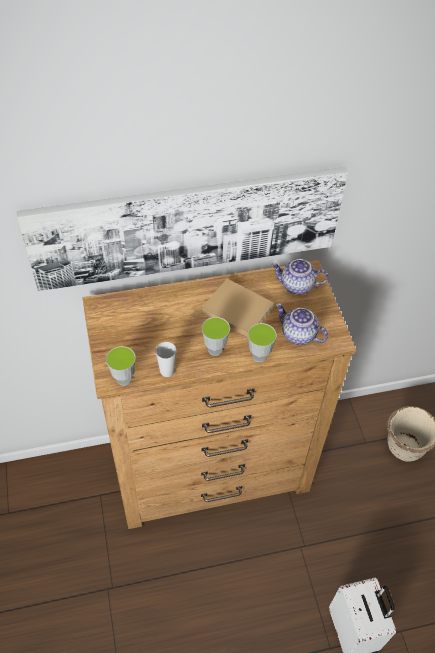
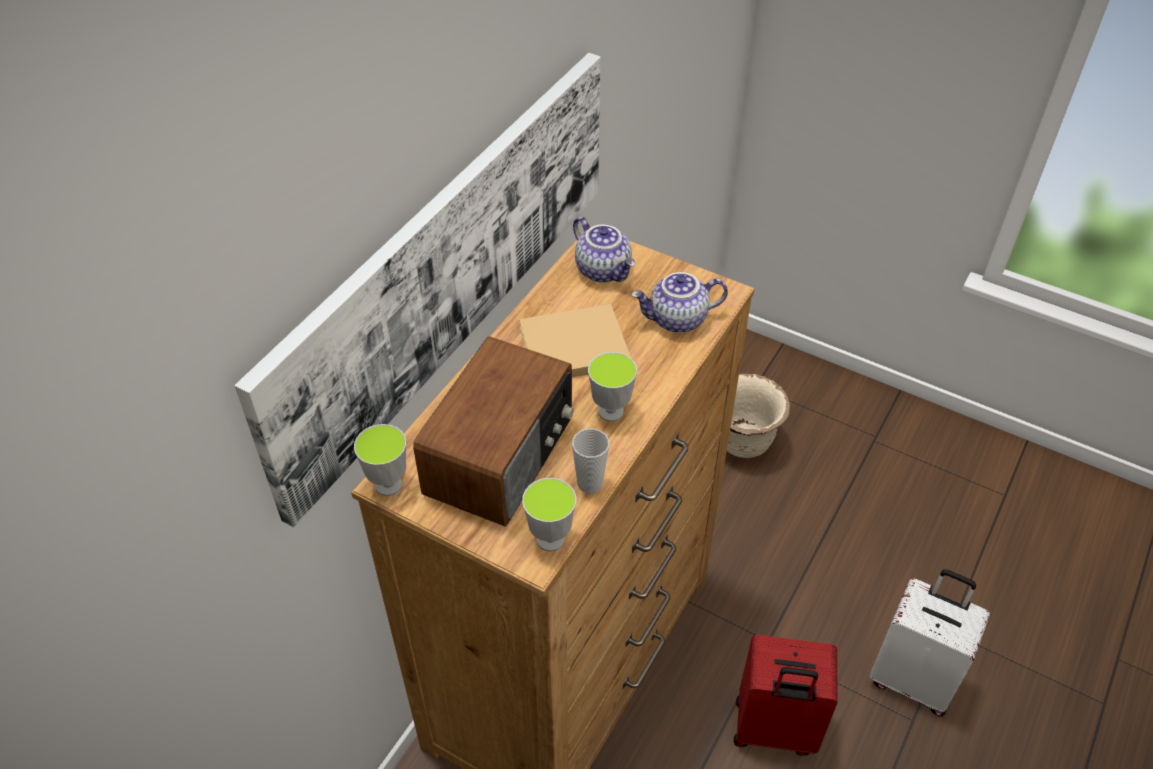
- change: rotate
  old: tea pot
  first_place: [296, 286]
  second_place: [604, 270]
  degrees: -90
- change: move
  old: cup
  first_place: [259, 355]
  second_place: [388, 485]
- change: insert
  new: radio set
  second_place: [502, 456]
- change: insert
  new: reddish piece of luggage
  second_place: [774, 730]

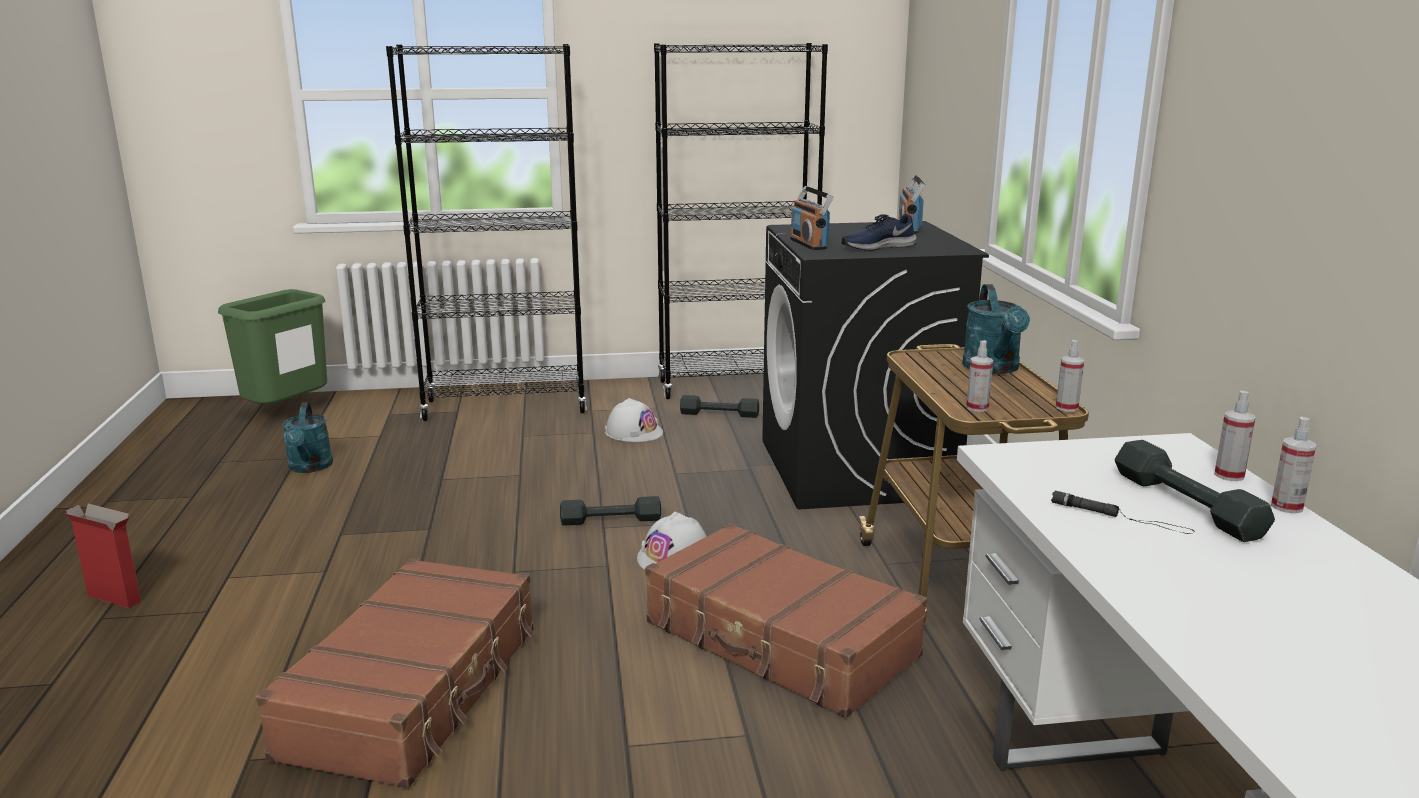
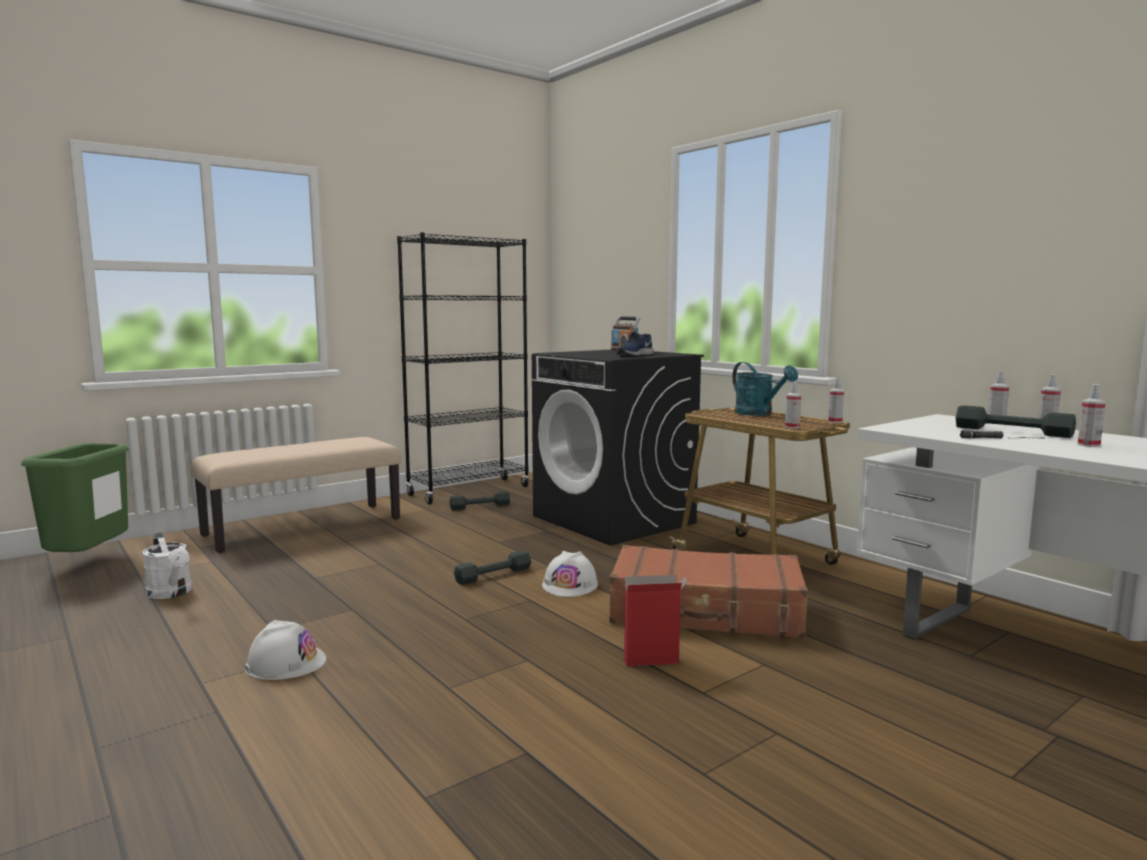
- change: replace
  old: black-coloured bookshelf
  new: beige-coloured long seat
  first_place: [506, 407]
  second_place: [304, 527]
- change: delete
  old: radio set
  first_place: [809, 244]
- change: move
  old: whitish work helmet
  first_place: [633, 432]
  second_place: [286, 663]
- change: recolor
  old: blue-green sprinkling can
  new: whitish sprinkling can
  first_place: [309, 468]
  second_place: [172, 593]
- change: move
  old: carton
  first_place: [115, 598]
  second_place: [652, 661]
- change: delete
  old: brown-coloured piece of luggage
  first_place: [415, 691]
- change: insert
  new: spray bottle
  second_place: [1088, 445]

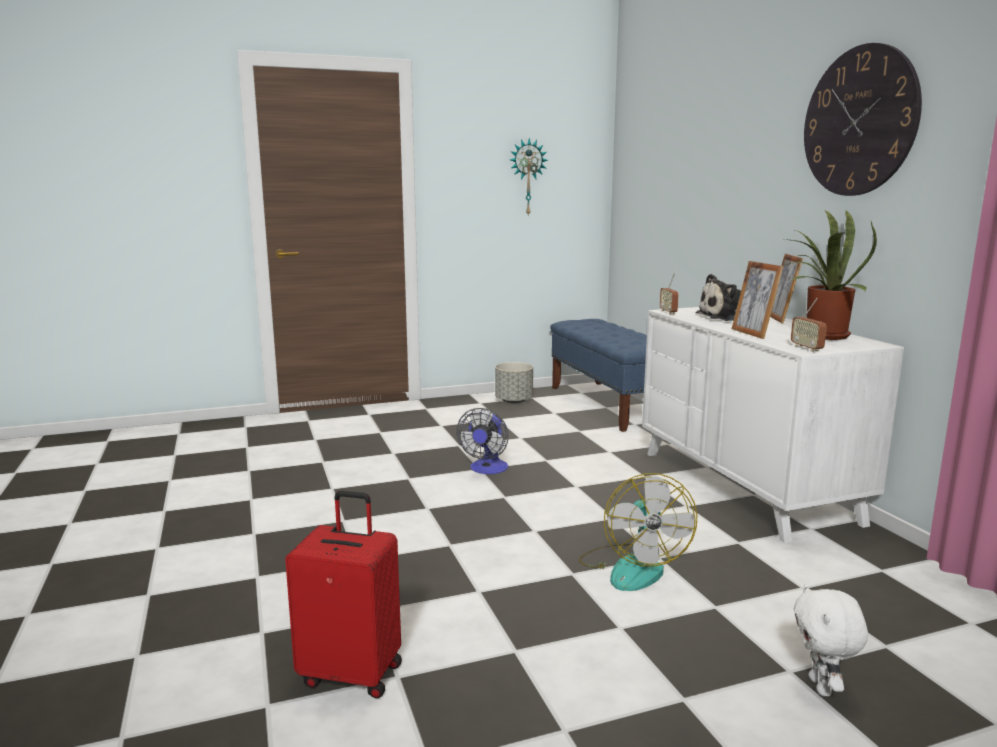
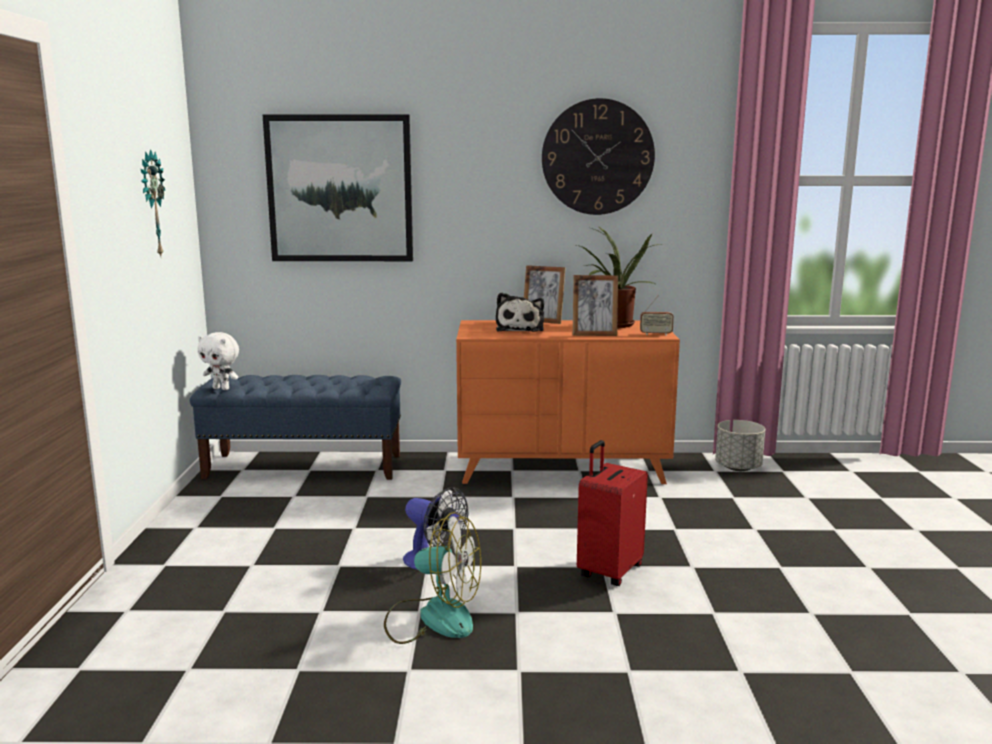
- change: delete
  old: radio set
  first_place: [668, 312]
- change: recolor
  old: whitish drawer chest
  new: orangey drawer chest
  first_place: [746, 486]
  second_place: [562, 468]
- change: move
  old: greyish plant pot
  first_place: [514, 401]
  second_place: [738, 467]
- change: move
  old: cooling fan
  first_place: [632, 567]
  second_place: [432, 618]
- change: move
  old: reddish piece of luggage
  first_place: [352, 673]
  second_place: [608, 571]
- change: move
  old: whitish soft toy
  first_place: [822, 687]
  second_place: [222, 388]
- change: insert
  new: picture
  second_place: [340, 189]

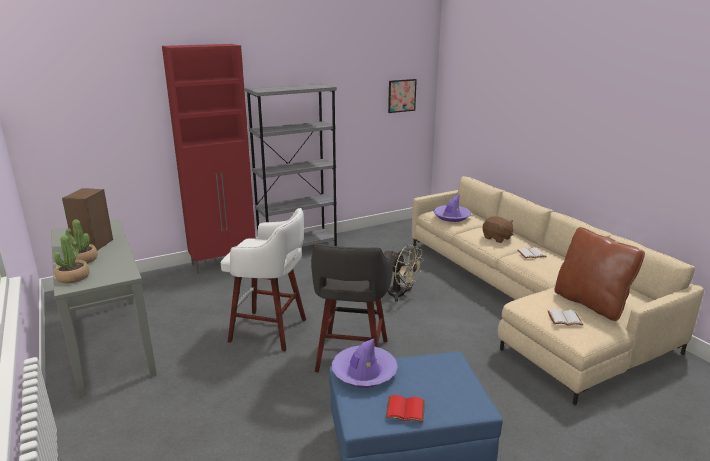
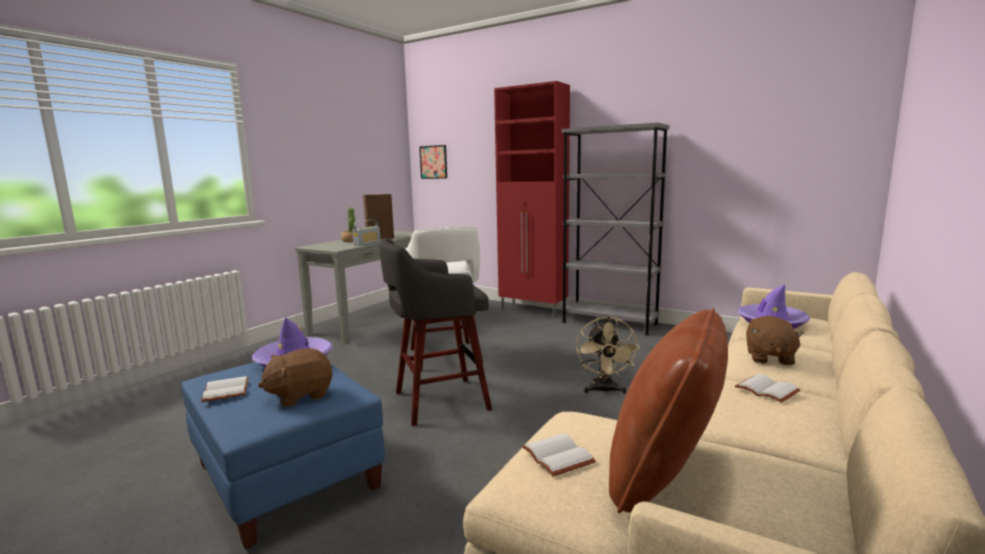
- change: move
  old: picture
  first_place: [402, 95]
  second_place: [433, 162]
- change: delete
  old: plant in a pot
  first_place: [73, 277]
- change: recolor
  old: reddish volume
  new: whitish volume
  first_place: [406, 409]
  second_place: [227, 391]
- change: insert
  new: radio set
  second_place: [367, 243]
- change: insert
  new: brown-coloured soft toy
  second_place: [300, 395]

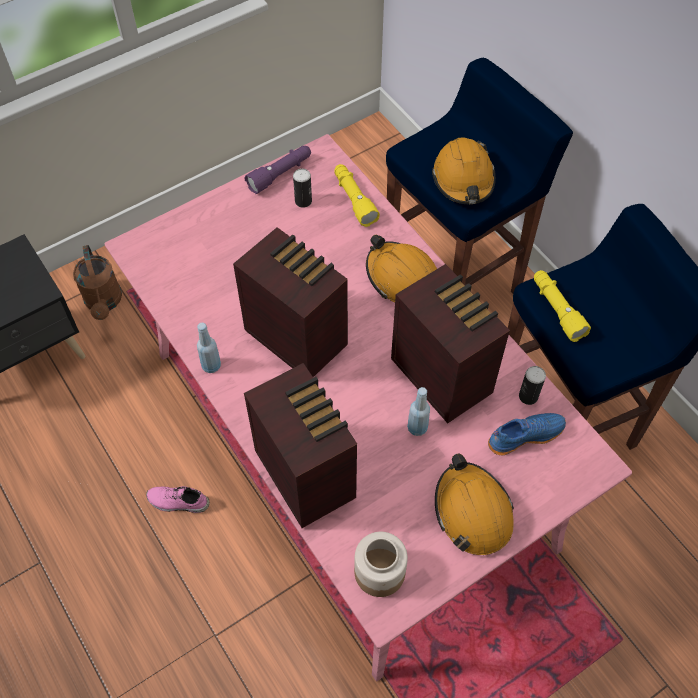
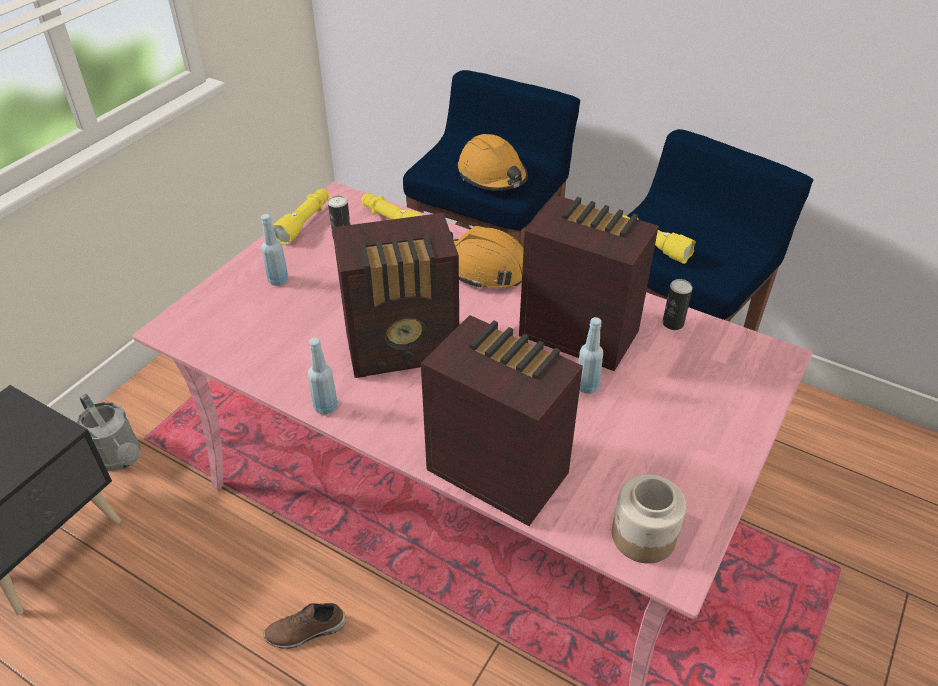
- change: recolor
  old: purple flashlight
  new: yellow-coloured flashlight
  first_place: [280, 174]
  second_place: [304, 223]
- change: rotate
  old: radio set
  first_place: [295, 335]
  second_place: [405, 349]
  degrees: 150
- change: recolor
  old: brown-coloured sprinkling can
  new: greyish sprinkling can
  first_place: [104, 302]
  second_place: [121, 458]
- change: delete
  old: blue item of footwear
  first_place: [524, 435]
- change: delete
  old: orangey work helmet
  first_place: [472, 512]
- change: recolor
  old: pink-coloured item of footwear
  new: brown-coloured item of footwear
  first_place: [178, 502]
  second_place: [306, 631]
- change: insert
  new: blue bottle
  second_place: [278, 280]

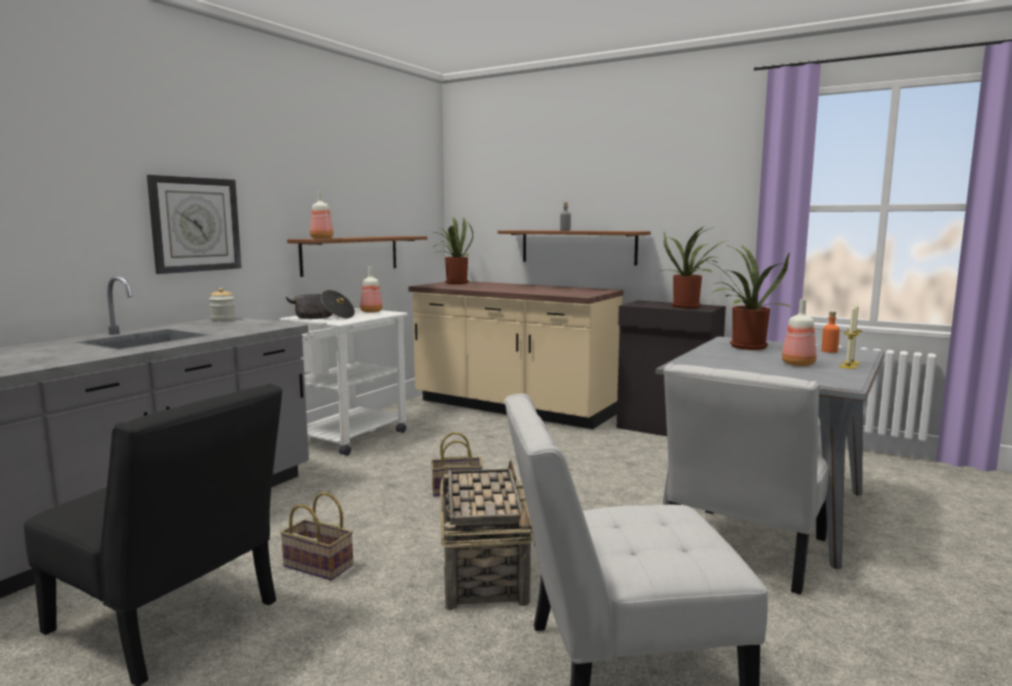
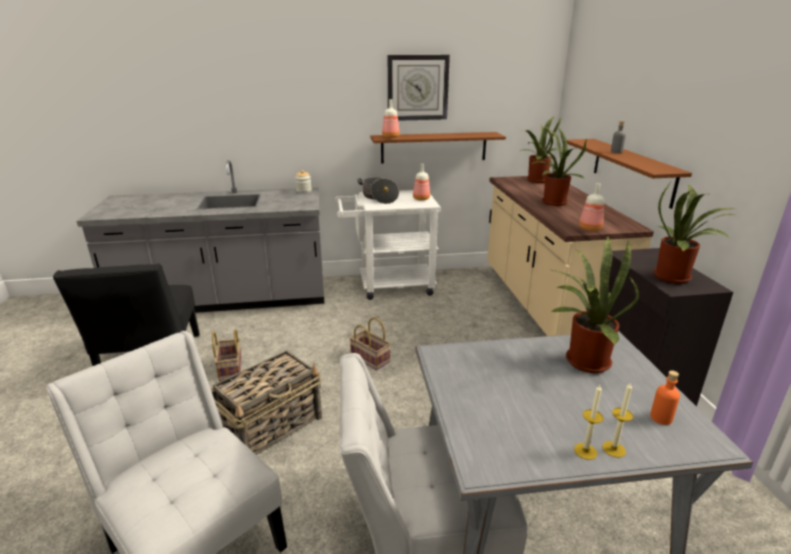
- change: move
  old: hanging clock
  first_place: [195, 224]
  second_place: [417, 88]
- change: move
  old: bottle
  first_place: [799, 364]
  second_place: [591, 229]
- change: insert
  new: plant in a pot
  second_place: [551, 203]

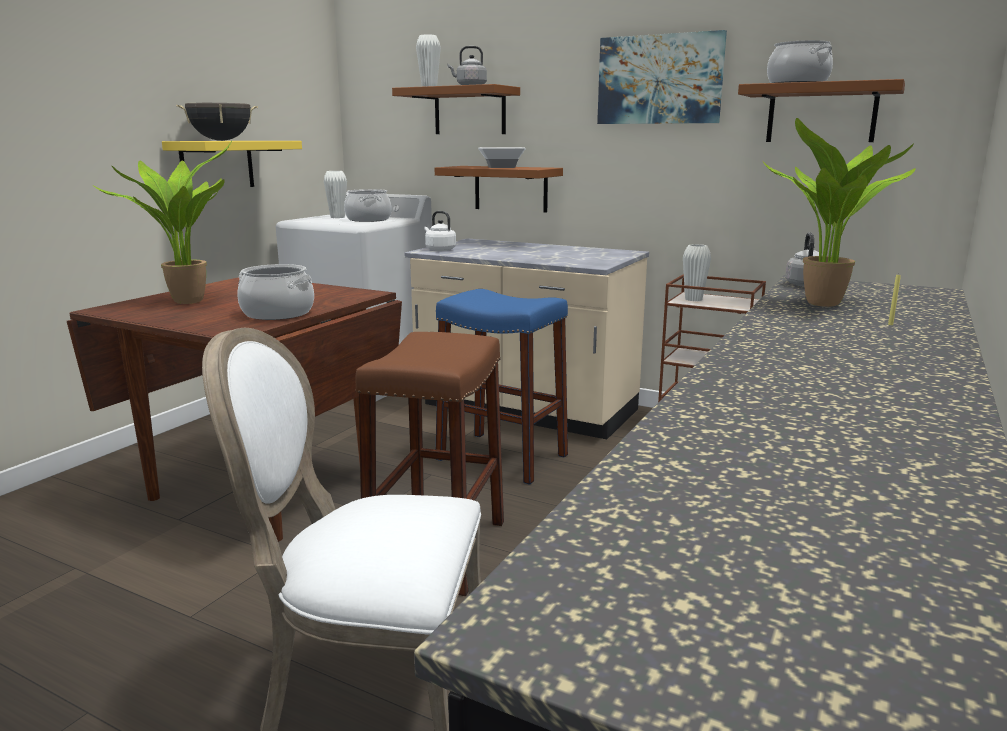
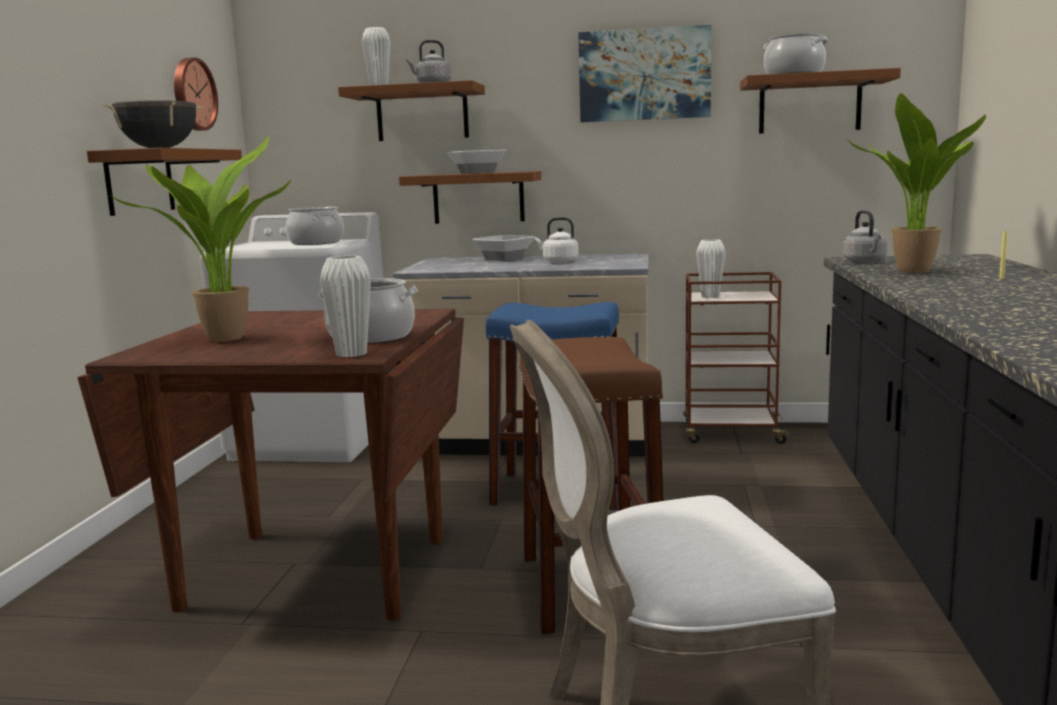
- change: recolor
  old: yellow-coloured shelf
  new: brown-coloured shelf
  first_place: [217, 165]
  second_place: [140, 182]
- change: move
  old: whitish decorative vase
  first_place: [337, 217]
  second_place: [351, 354]
- change: move
  old: whitish water kettle
  first_place: [439, 249]
  second_place: [558, 261]
- change: insert
  new: hanging clock
  second_place: [192, 94]
- change: insert
  new: serving bowl
  second_place: [504, 259]

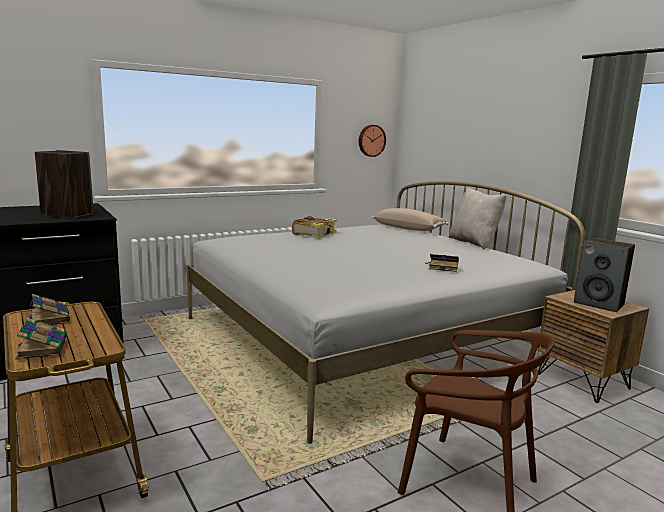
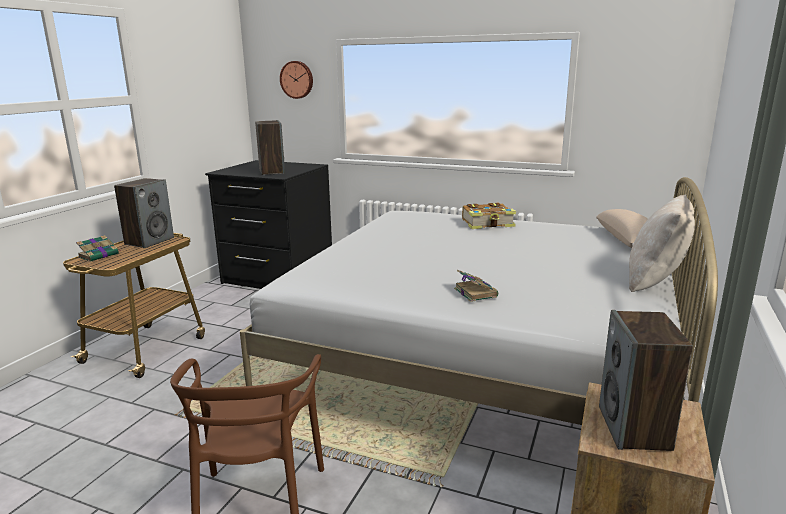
- change: move
  old: hanging clock
  first_place: [371, 140]
  second_place: [297, 79]
- change: replace
  old: volume
  new: audio speaker
  first_place: [49, 318]
  second_place: [149, 241]

